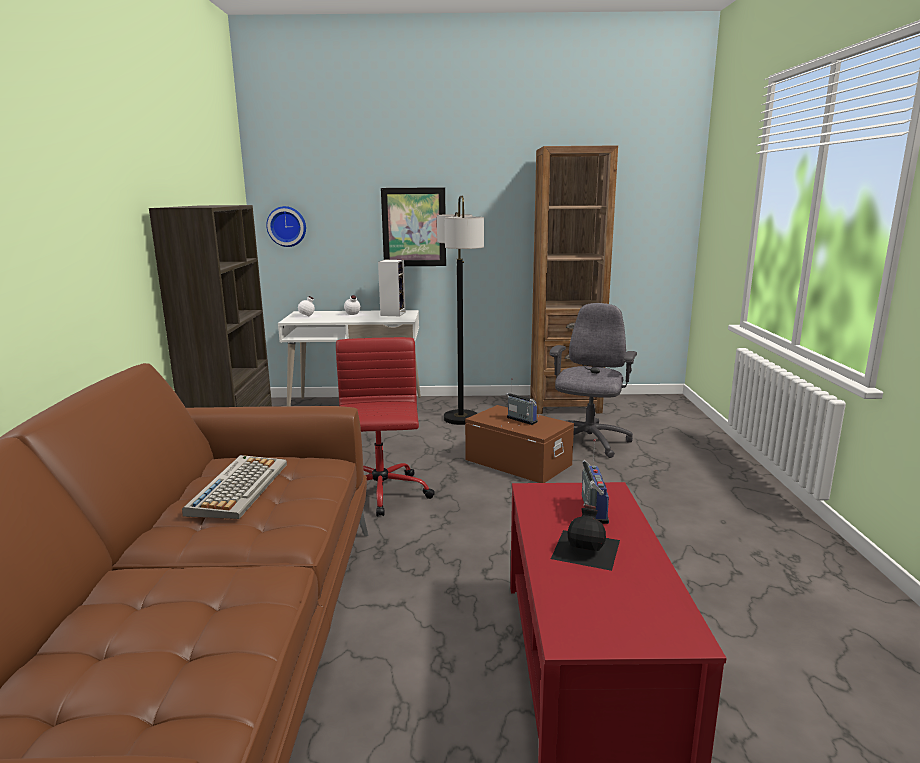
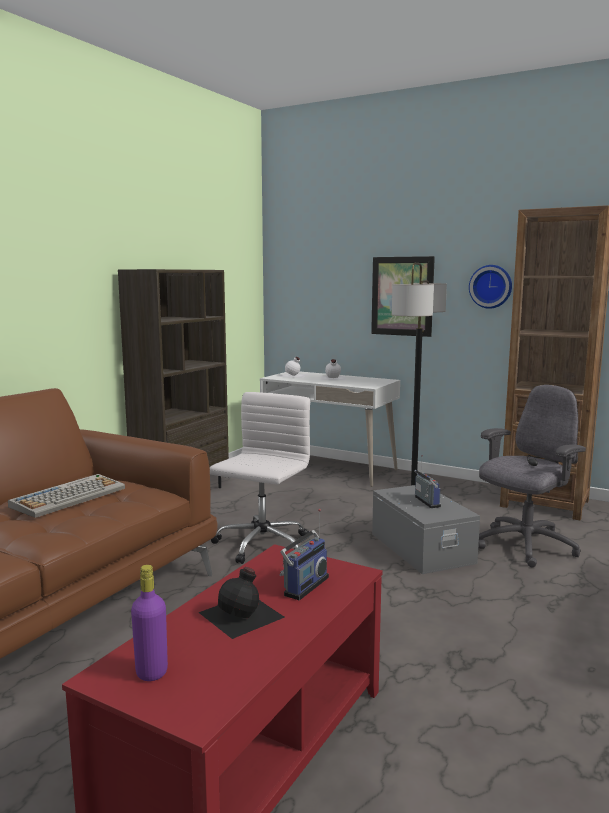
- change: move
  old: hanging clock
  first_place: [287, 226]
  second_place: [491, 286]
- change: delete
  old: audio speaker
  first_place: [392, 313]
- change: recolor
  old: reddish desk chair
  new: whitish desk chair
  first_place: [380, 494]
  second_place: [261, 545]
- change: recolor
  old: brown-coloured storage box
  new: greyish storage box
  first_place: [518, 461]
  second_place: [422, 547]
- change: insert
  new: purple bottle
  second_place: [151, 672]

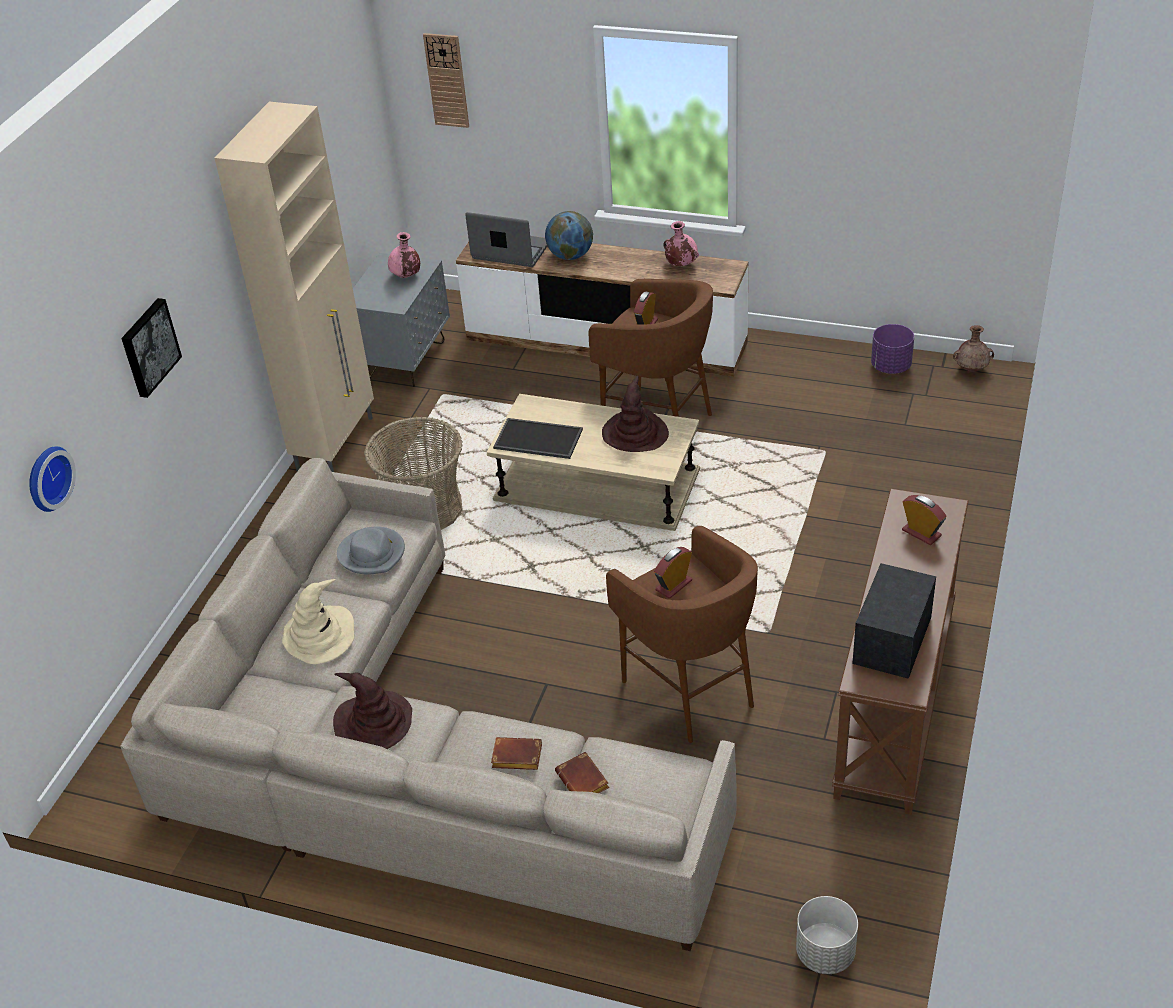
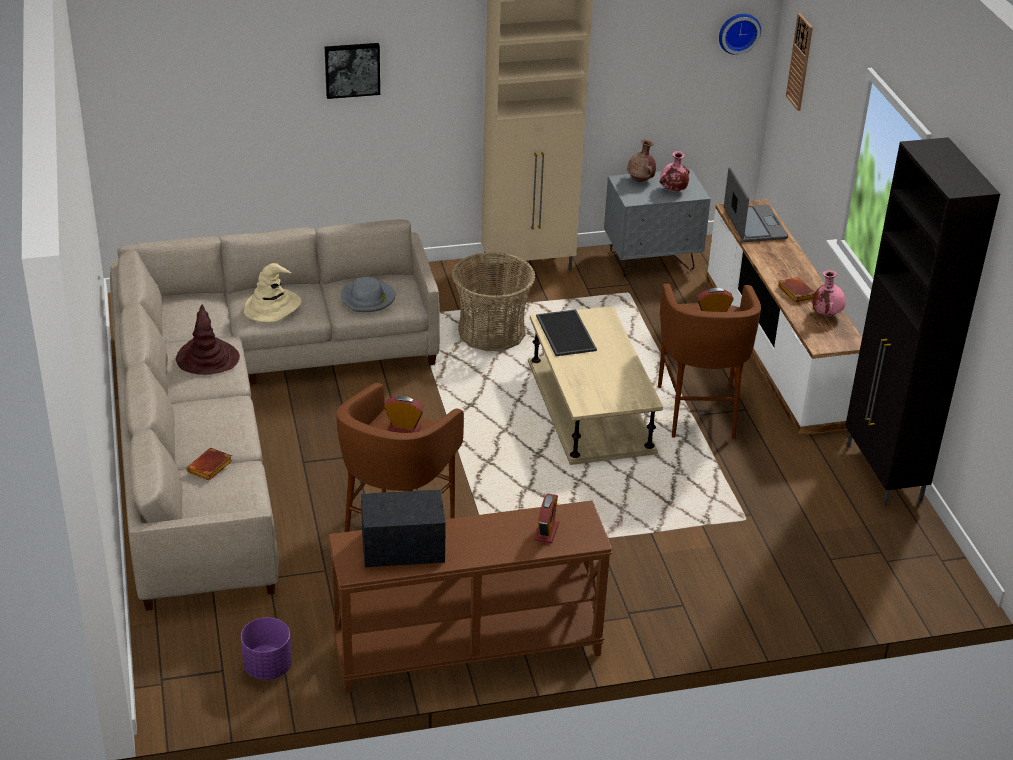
- change: delete
  old: globe
  first_place: [570, 256]
- change: move
  old: purple plant pot
  first_place: [891, 367]
  second_place: [267, 667]
- change: move
  old: brown-coloured decorative vase
  first_place: [972, 369]
  second_place: [640, 180]
- change: delete
  old: brown-coloured wearable hat
  first_place: [635, 433]
- change: move
  old: hanging clock
  first_place: [46, 478]
  second_place: [738, 32]
- change: move
  old: brown-coloured volume
  first_place: [515, 758]
  second_place: [795, 292]
- change: delete
  old: greyish plant pot
  first_place: [825, 953]
- change: insert
  new: black-coloured storage cabinet
  second_place: [883, 474]

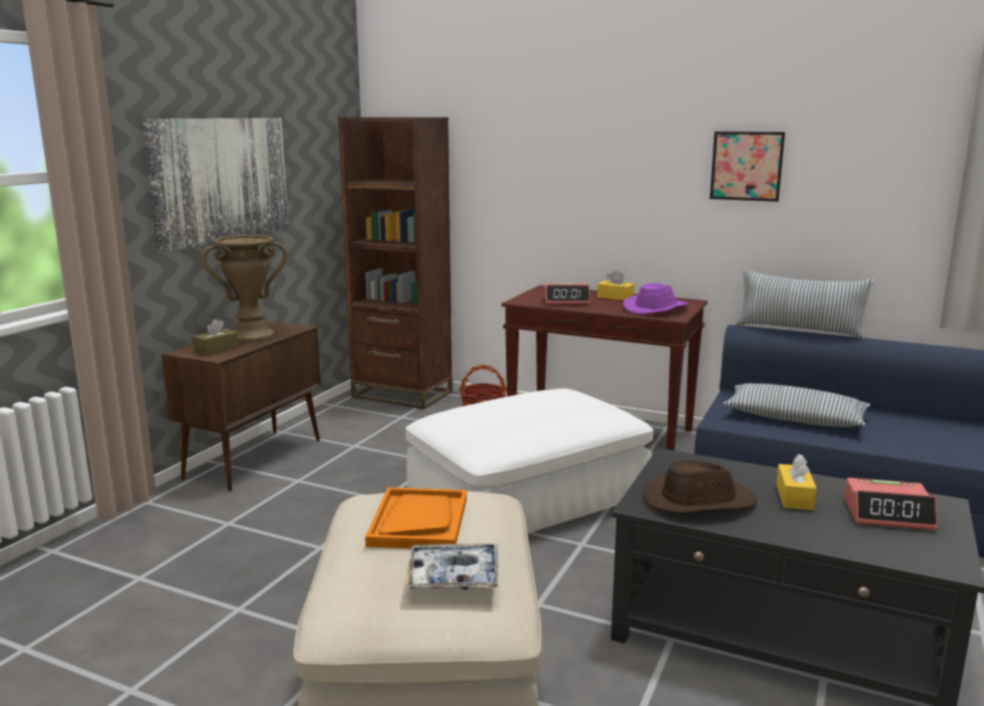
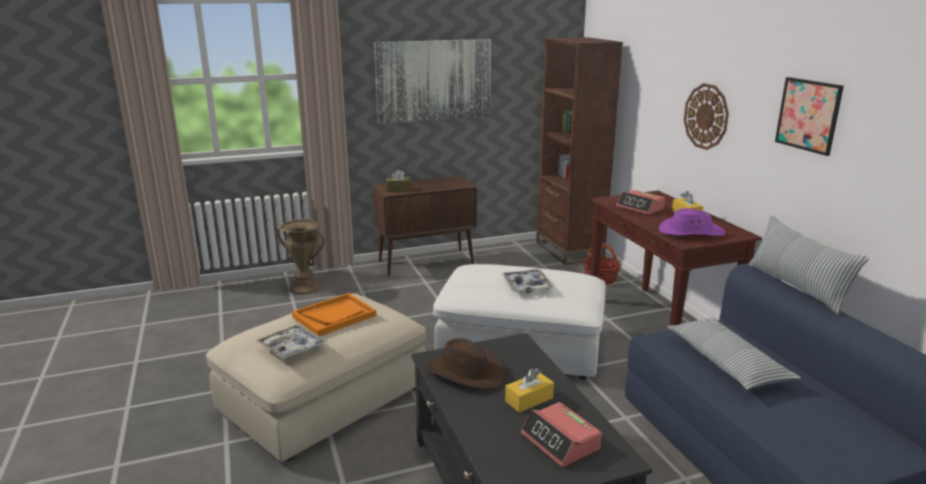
- change: move
  old: brown-coloured decorative vase
  first_place: [251, 336]
  second_place: [305, 287]
- change: insert
  new: hanging clock
  second_place: [706, 116]
- change: insert
  new: serving tray
  second_place: [526, 285]

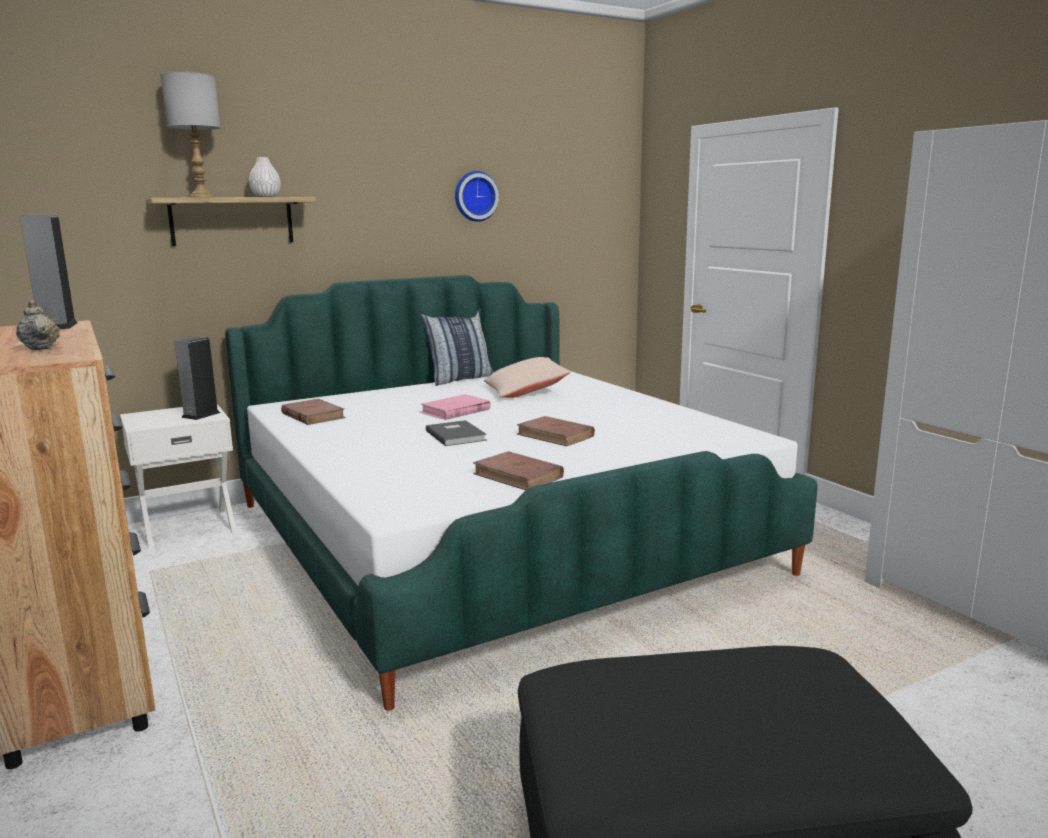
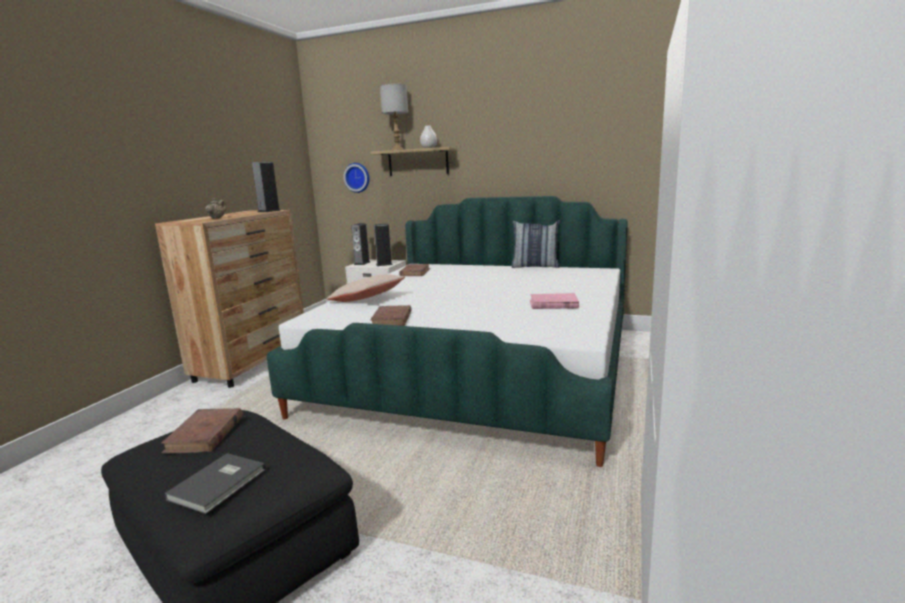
- change: move
  old: hanging clock
  first_place: [475, 196]
  second_place: [357, 177]
- change: move
  old: beige-coloured pillow
  first_place: [525, 391]
  second_place: [367, 299]
- change: move
  old: pink-coloured volume
  first_place: [455, 411]
  second_place: [553, 304]
- change: move
  old: brown-coloured volume
  first_place: [555, 435]
  second_place: [205, 434]
- change: move
  old: greyish volume
  first_place: [457, 435]
  second_place: [220, 484]
- change: insert
  new: audio speaker
  second_place: [362, 263]

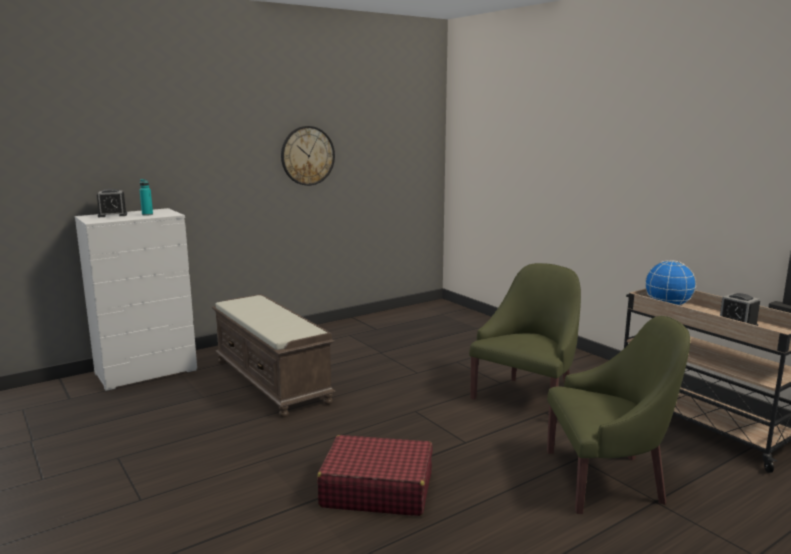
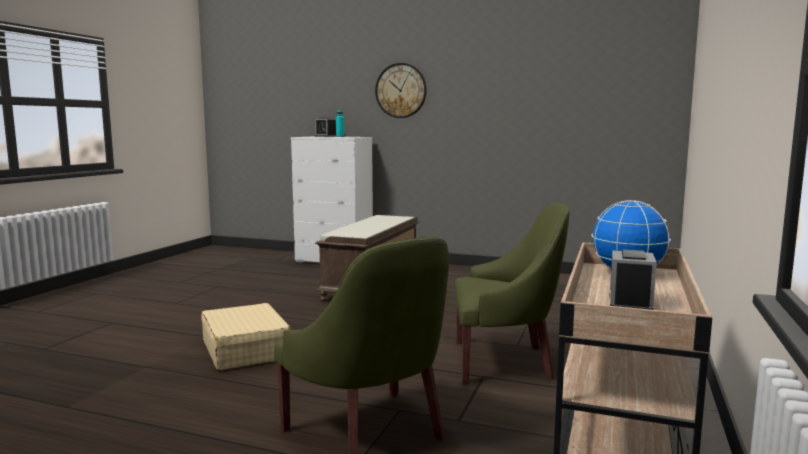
- change: move
  old: hanging clock
  first_place: [307, 155]
  second_place: [401, 90]
- change: recolor
  old: reddish piece of luggage
  new: beige-coloured piece of luggage
  first_place: [376, 489]
  second_place: [245, 350]

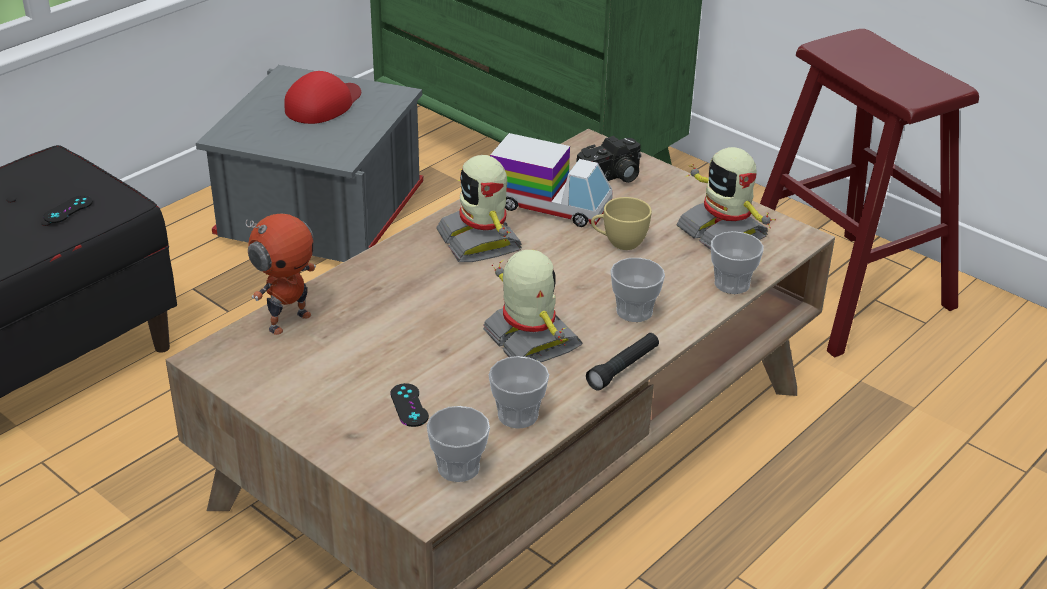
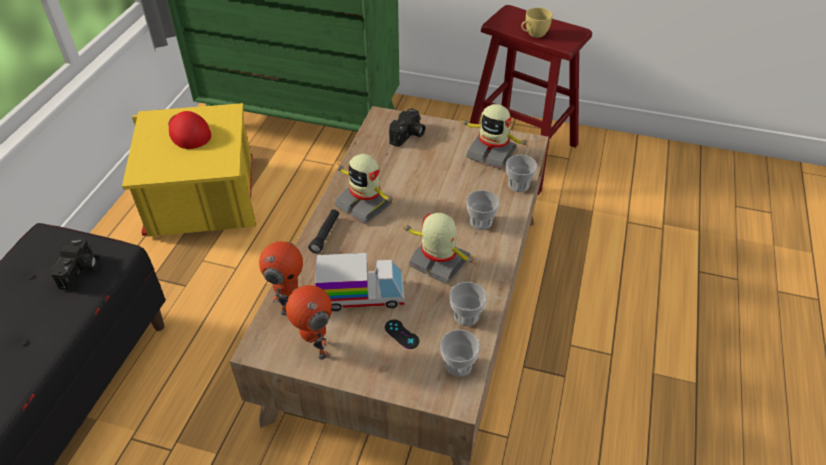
- change: recolor
  old: greyish storage box
  new: yellow-coloured storage box
  first_place: [318, 215]
  second_place: [200, 199]
- change: rotate
  old: reddish cap
  first_place: [323, 104]
  second_place: [188, 132]
  degrees: -45
- change: move
  old: toy truck
  first_place: [549, 205]
  second_place: [360, 295]
- change: replace
  old: black-coloured joypad
  new: photo camera
  first_place: [68, 209]
  second_place: [81, 271]
- change: move
  old: yellow-coloured cup
  first_place: [619, 243]
  second_place: [533, 34]
- change: move
  old: black-coloured flashlight
  first_place: [623, 368]
  second_place: [325, 235]
- change: insert
  new: model robot
  second_place: [315, 347]

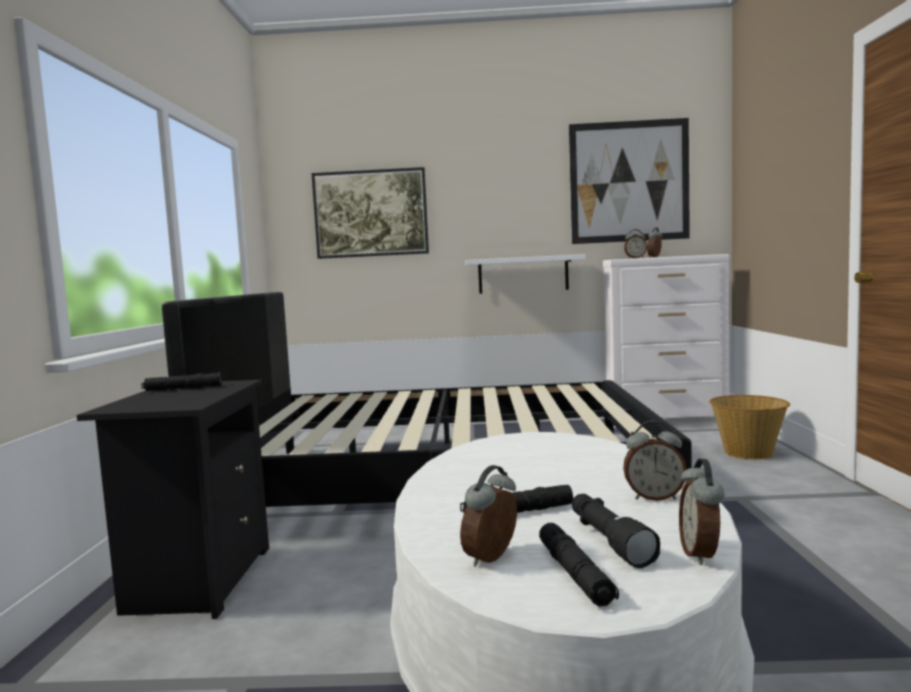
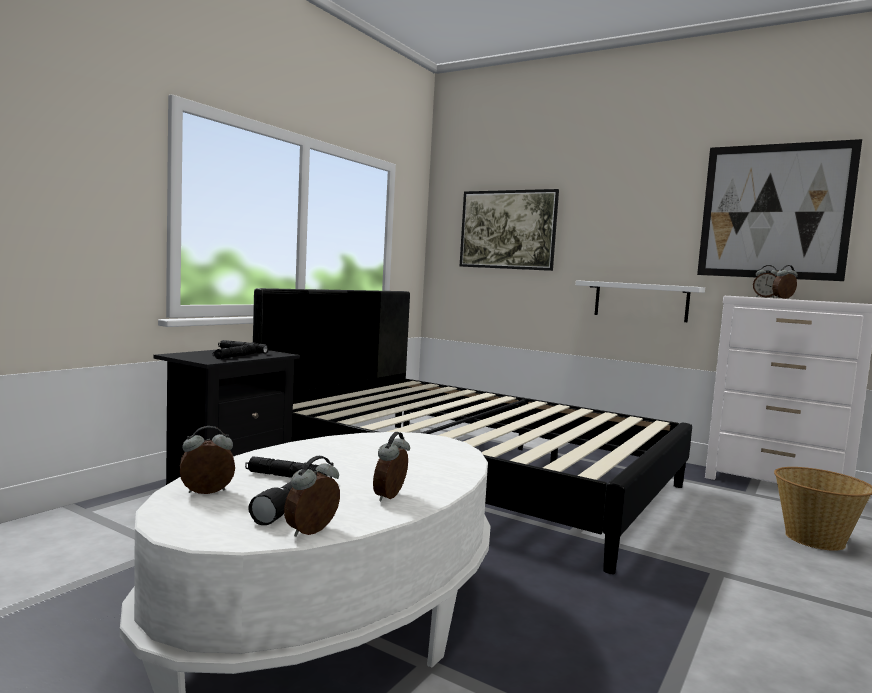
- change: rotate
  old: bedside clock
  first_place: [654, 497]
  second_place: [391, 497]
  degrees: 75
- change: move
  old: black-coloured flashlight
  first_place: [575, 574]
  second_place: [235, 357]

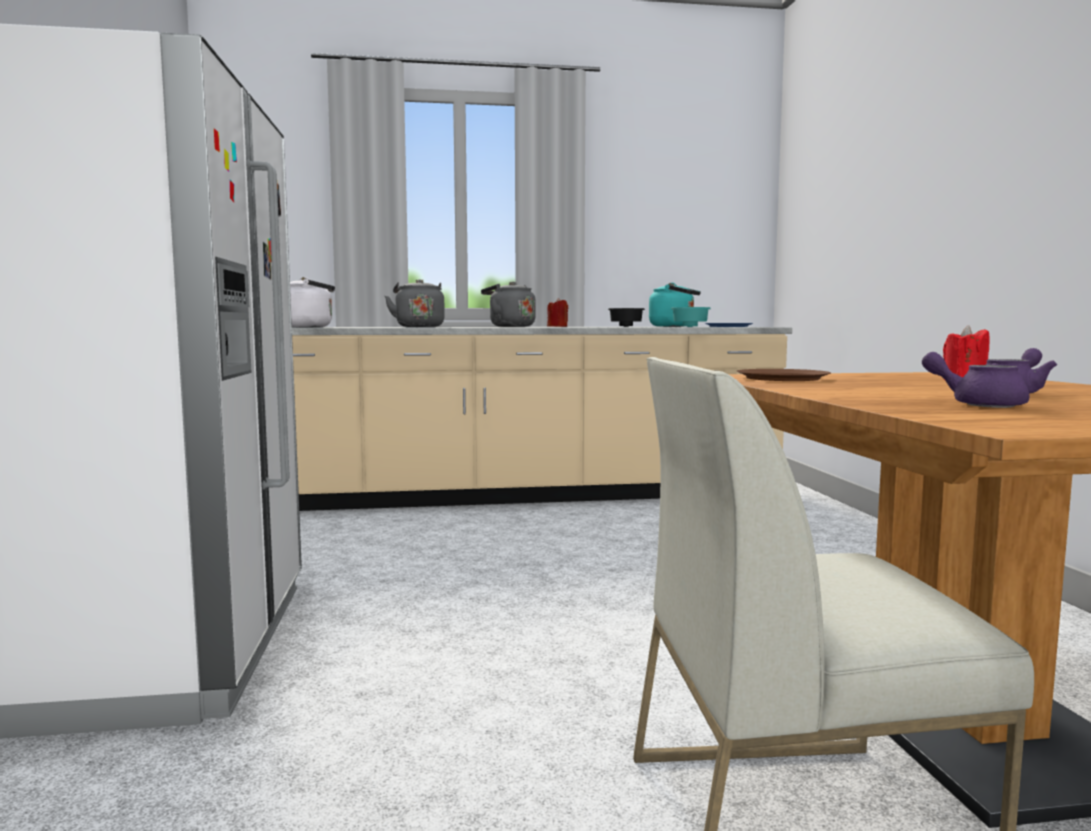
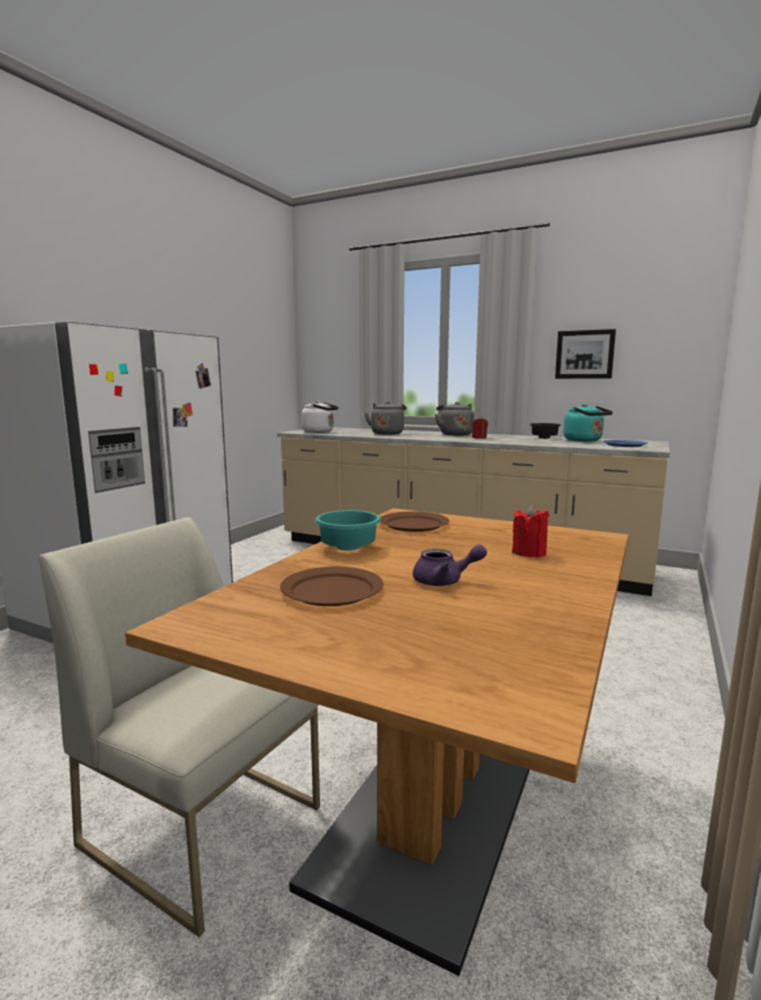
- change: move
  old: blue-green serving bowl
  first_place: [689, 327]
  second_place: [348, 547]
- change: replace
  old: purple tea pot
  new: brown-coloured plate
  first_place: [978, 404]
  second_place: [331, 590]
- change: insert
  new: picture
  second_place: [584, 354]

